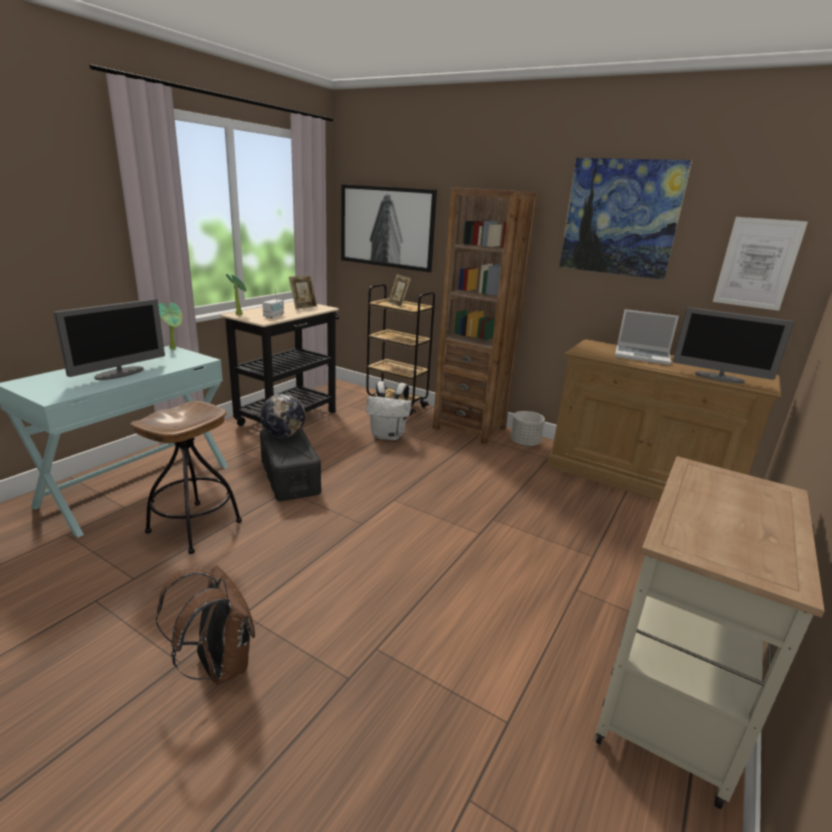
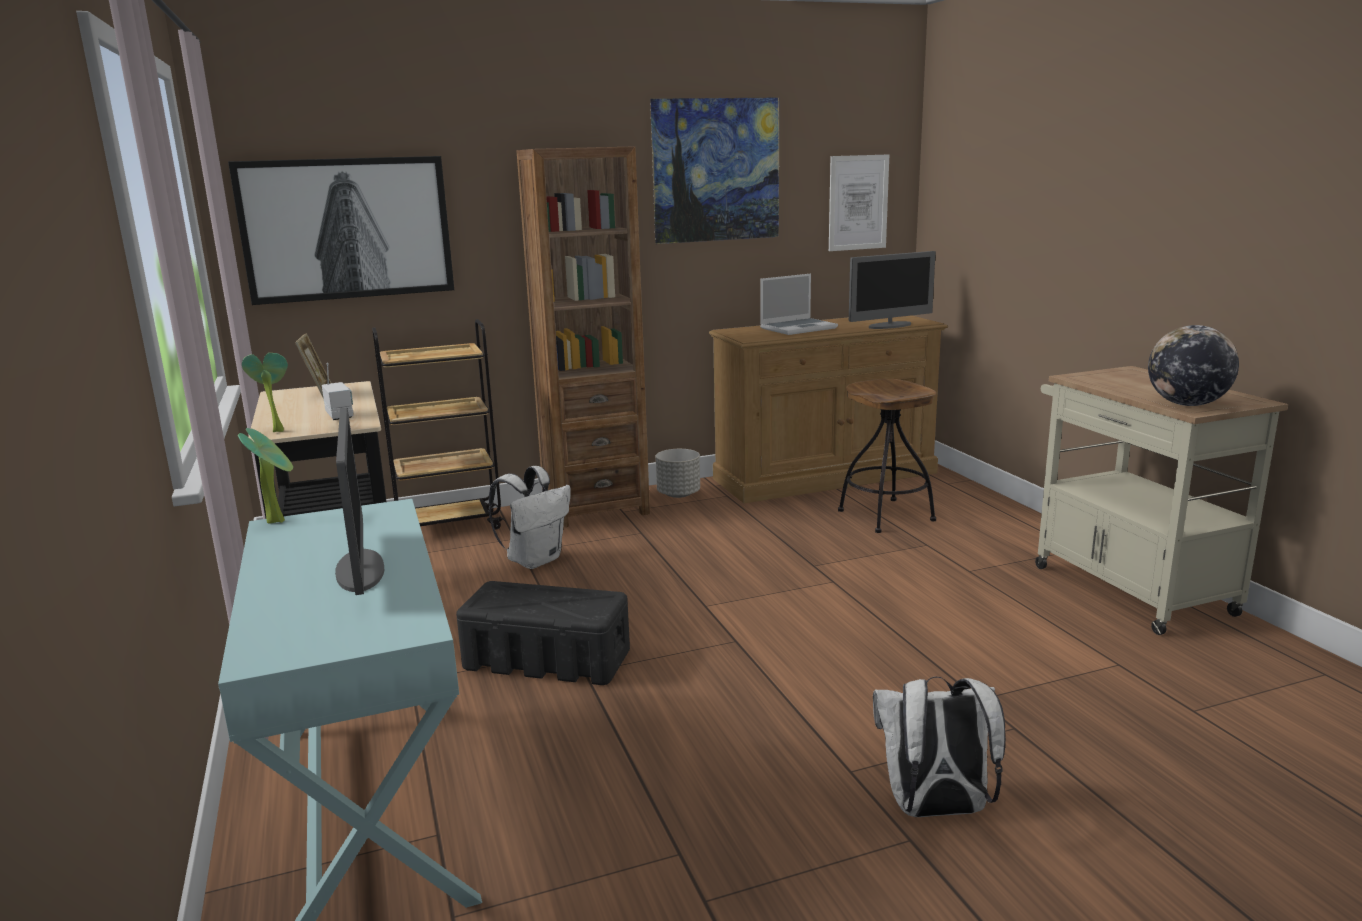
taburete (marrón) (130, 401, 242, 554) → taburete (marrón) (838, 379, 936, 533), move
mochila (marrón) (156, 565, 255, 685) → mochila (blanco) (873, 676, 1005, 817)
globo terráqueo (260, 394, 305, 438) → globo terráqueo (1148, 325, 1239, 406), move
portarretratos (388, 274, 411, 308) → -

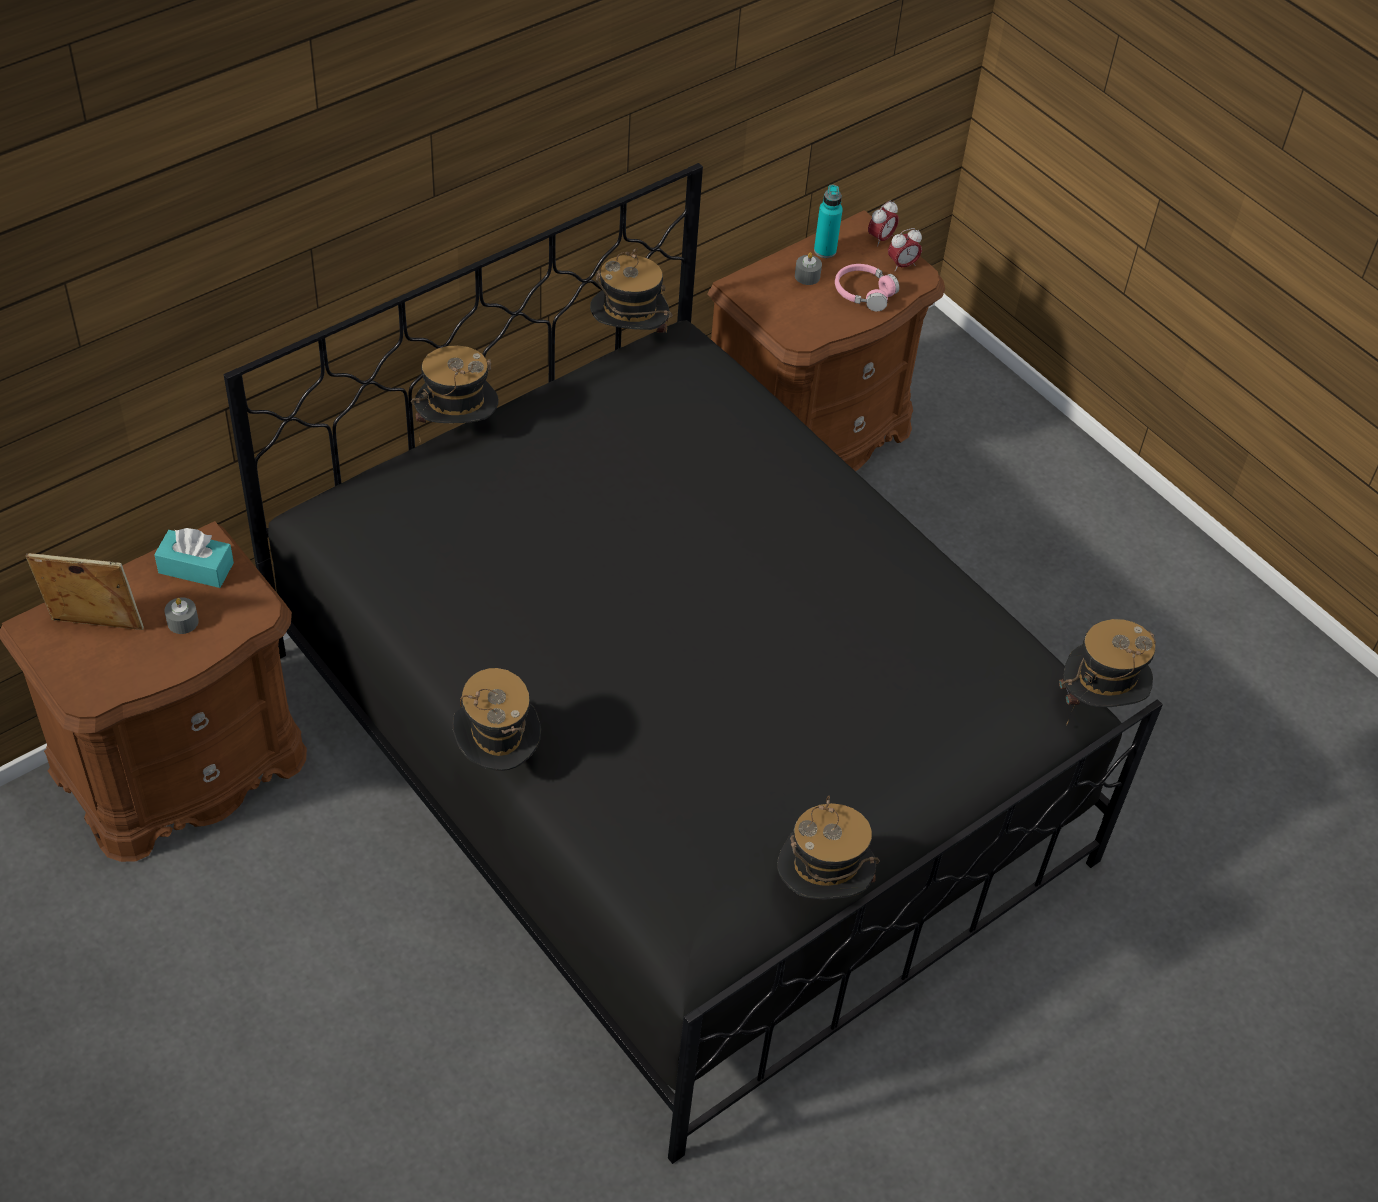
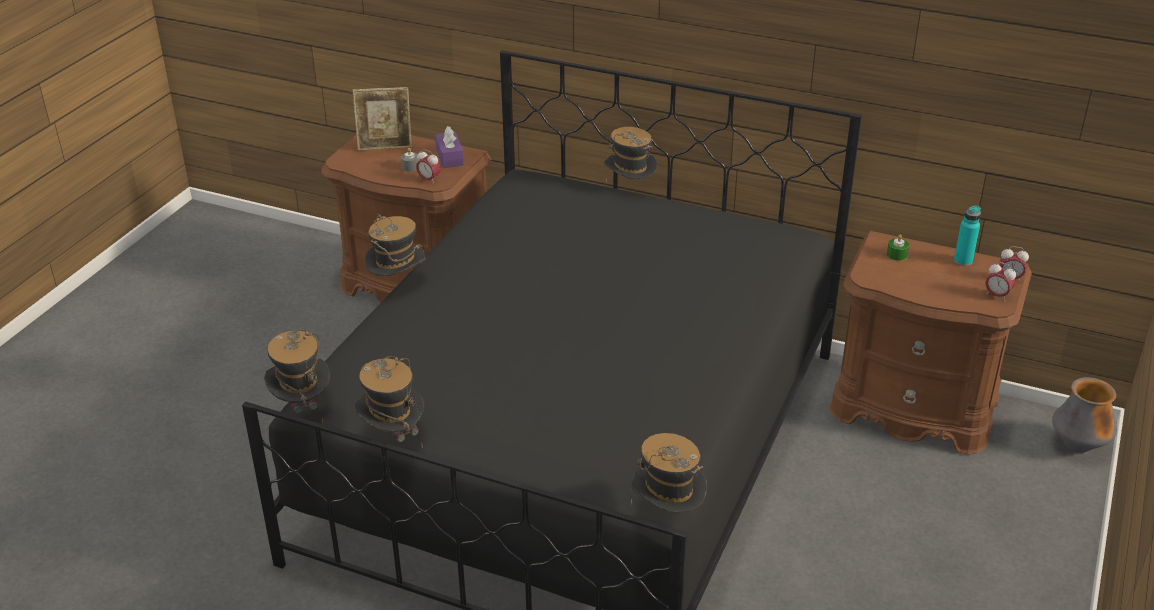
sombrero (590, 247, 672, 333) → sombrero (264, 330, 330, 423), move
portarretratos (26, 553, 144, 630) → portarretratos (353, 87, 412, 151), 105 degrees clockwise
- → despertador (416, 149, 441, 184)
caja de pañuelos (turquesa) (154, 528, 234, 588) → caja de pañuelos (morado) (435, 126, 464, 168)
- → vela (verde) (887, 234, 909, 261)
- → florero (1052, 377, 1117, 453)
vela (gris) (795, 252, 822, 285) → -
auriculares (rosa) (835, 264, 899, 311) → -

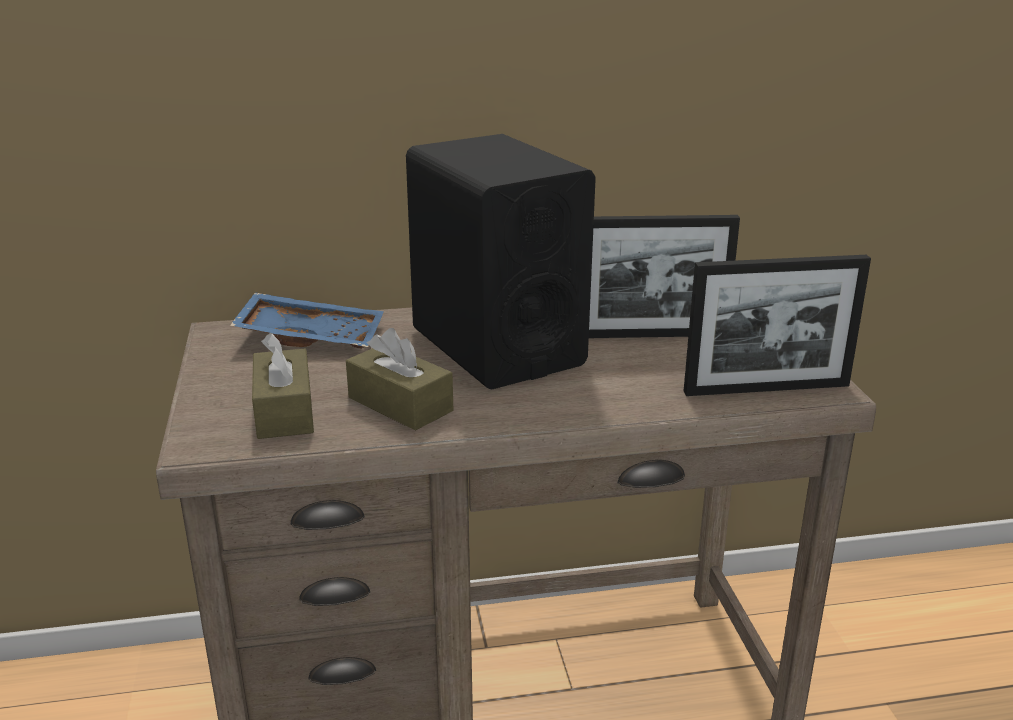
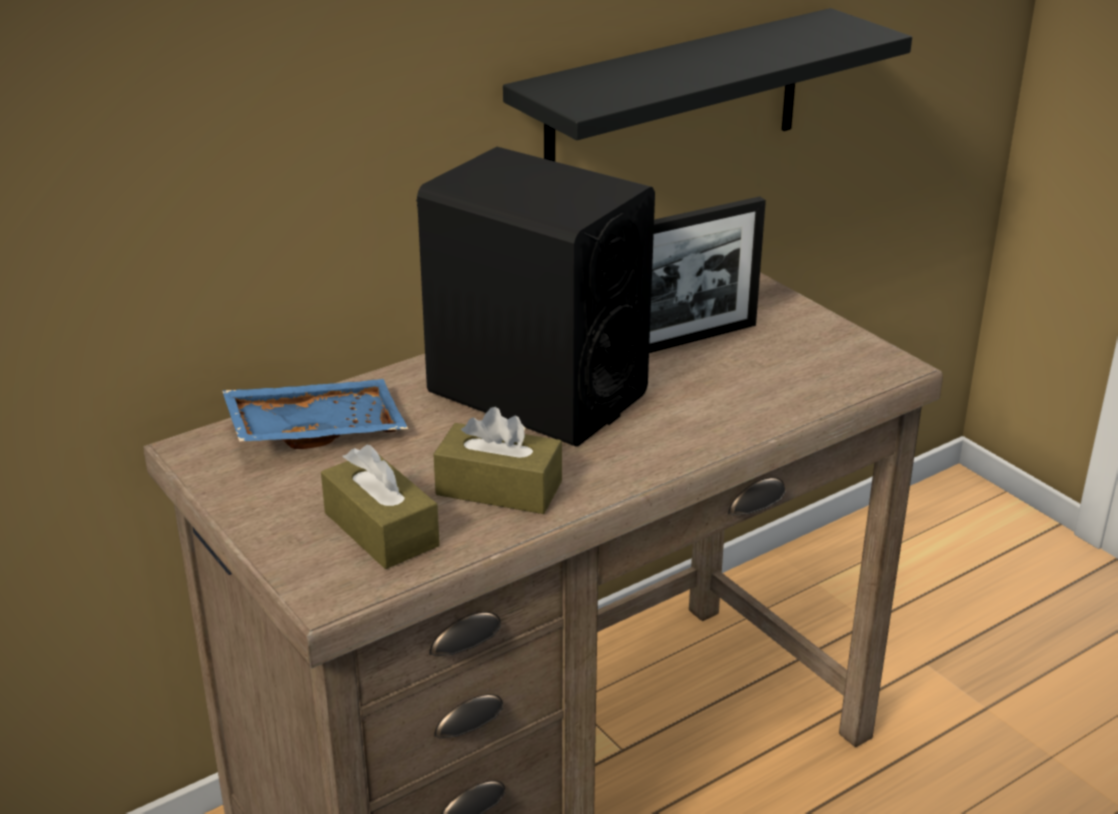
- → estante (negro) (503, 8, 912, 161)
portarretratos (684, 255, 871, 396) → -

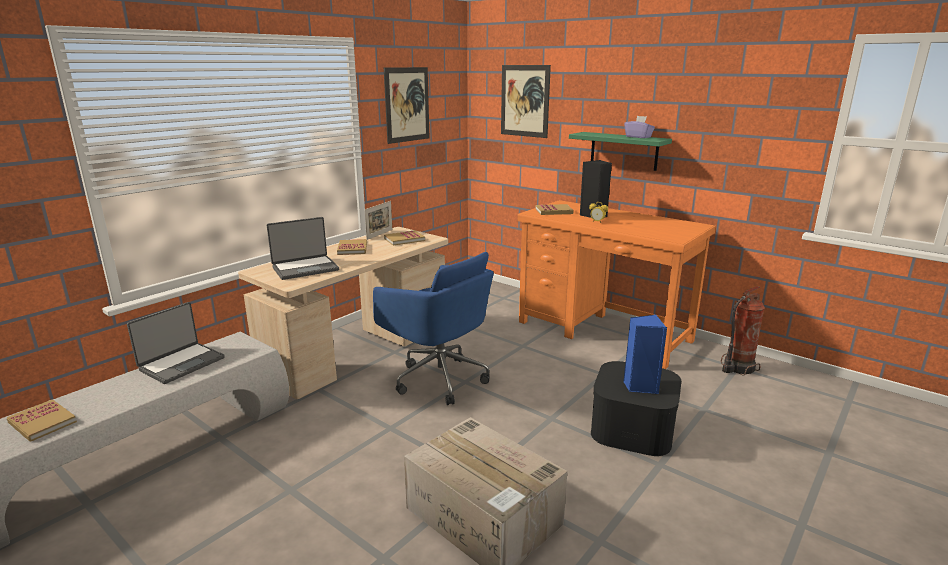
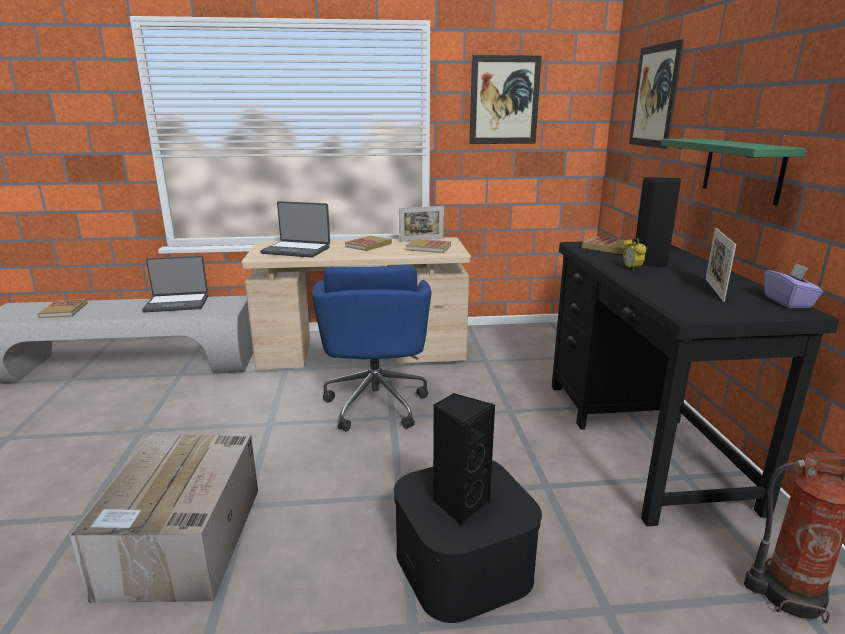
altavoz (azul) (623, 315, 667, 394) → altavoz (negro) (433, 393, 495, 527)
escritorio (naranja) (517, 200, 716, 369) → escritorio (negro) (552, 241, 839, 526)
- → portarretratos (705, 228, 736, 302)
caja de pañuelos (morado) (624, 116, 655, 138) → caja de pañuelos (morado) (764, 263, 823, 308), move

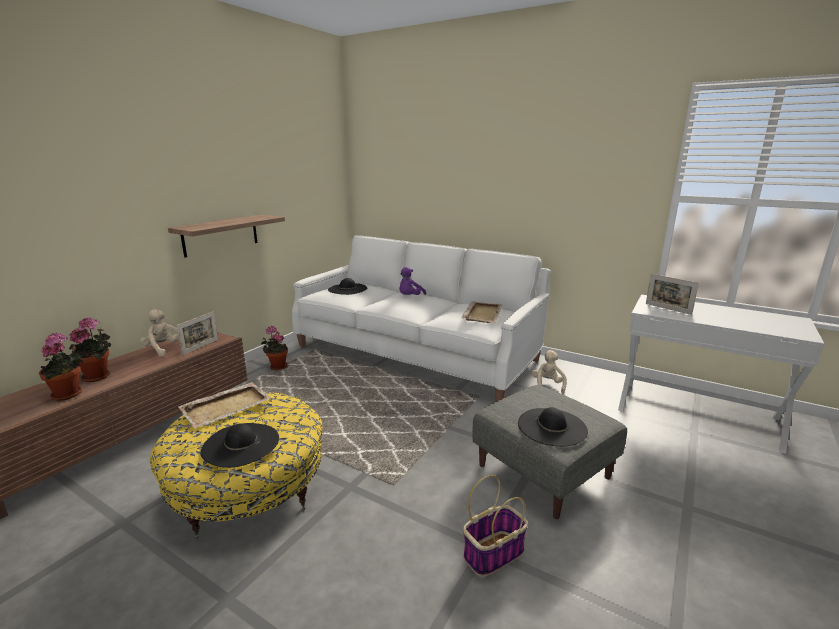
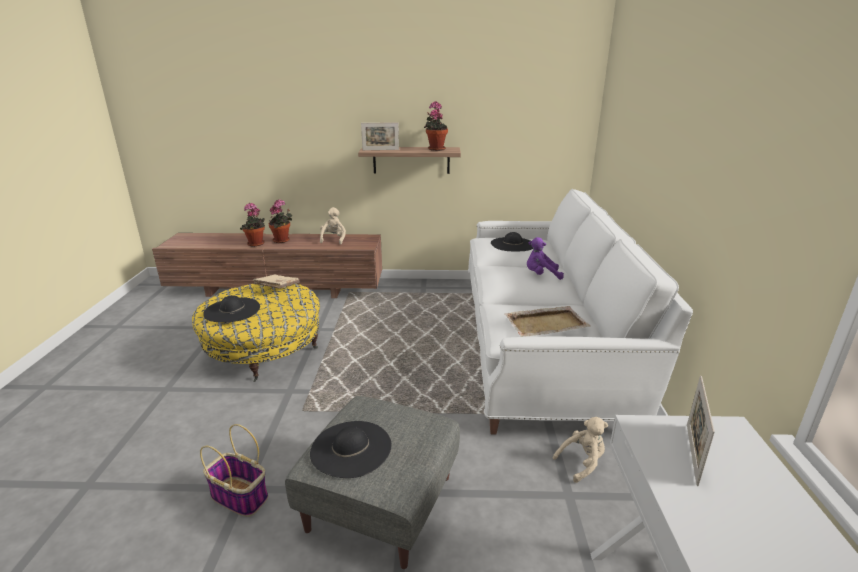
bandeja (beis) (178, 382, 271, 428) → libro (beis) (253, 275, 300, 289)
portarretratos (177, 311, 218, 355) → portarretratos (361, 122, 399, 150), move
planta en maceta (261, 326, 288, 370) → planta en maceta (424, 101, 448, 151), move

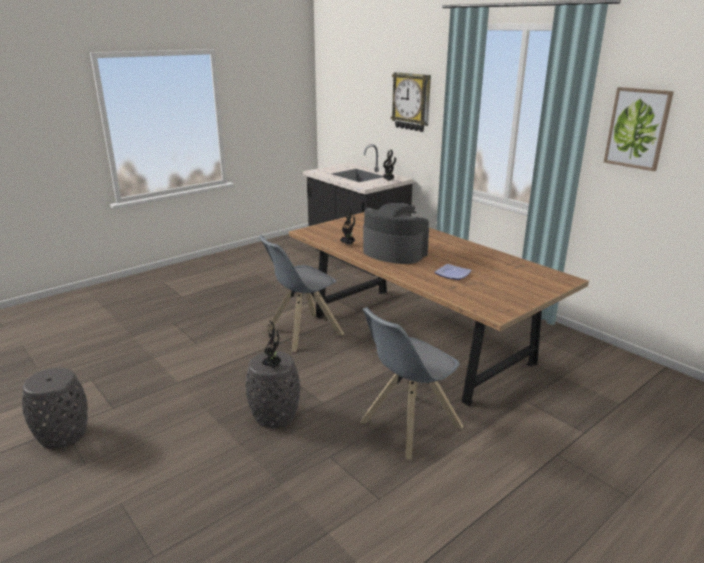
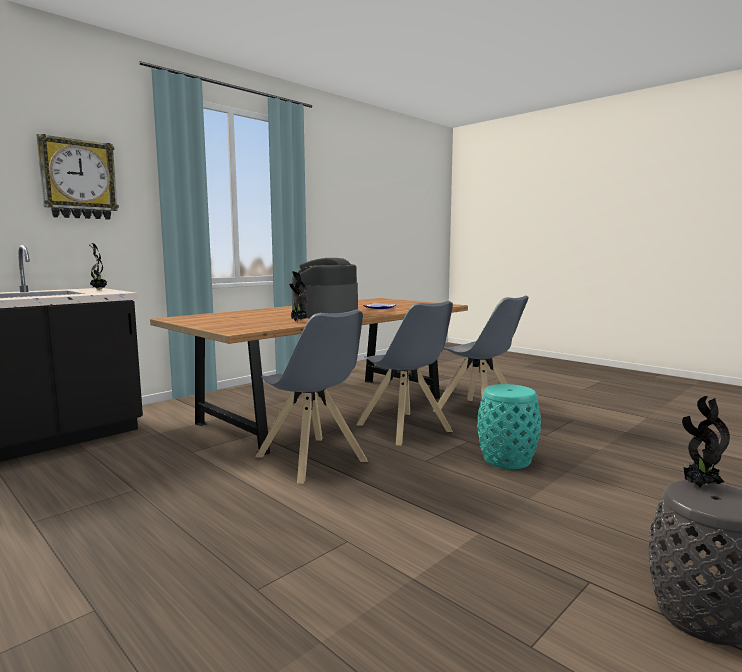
- → silla (gris) (357, 301, 453, 446)
taburete (gris) (246, 351, 300, 428) → taburete (turquesa) (477, 384, 541, 469)
planta en maceta (262, 321, 282, 368) → planta en maceta (682, 396, 730, 487), move
cuadro (604, 87, 674, 171) → -

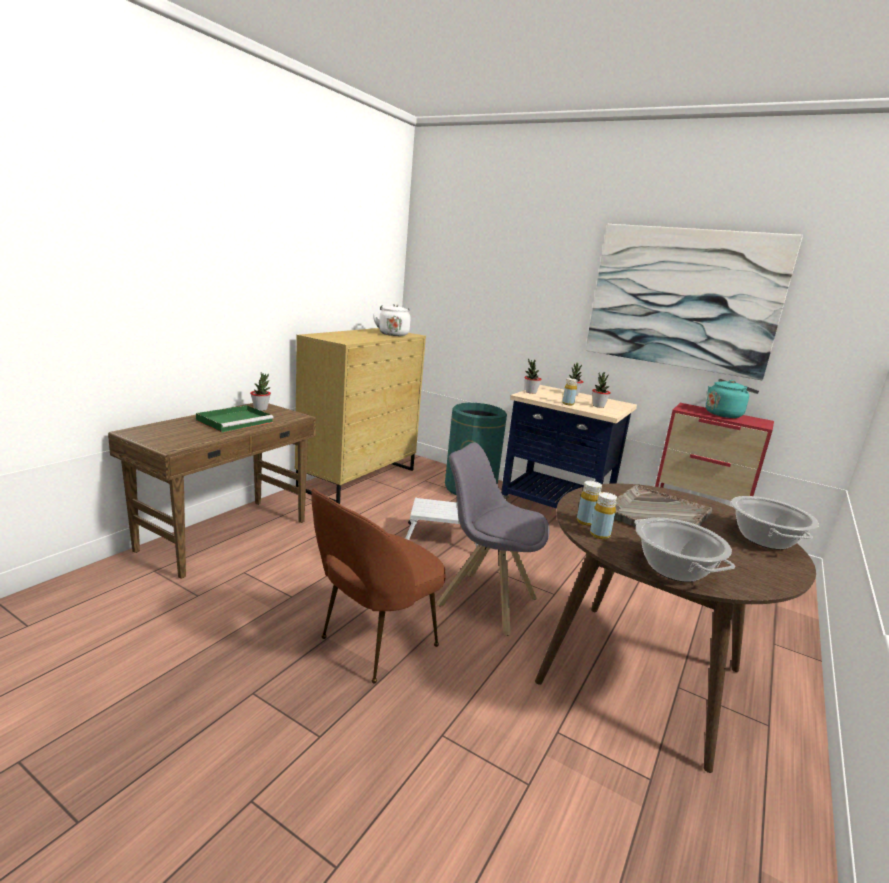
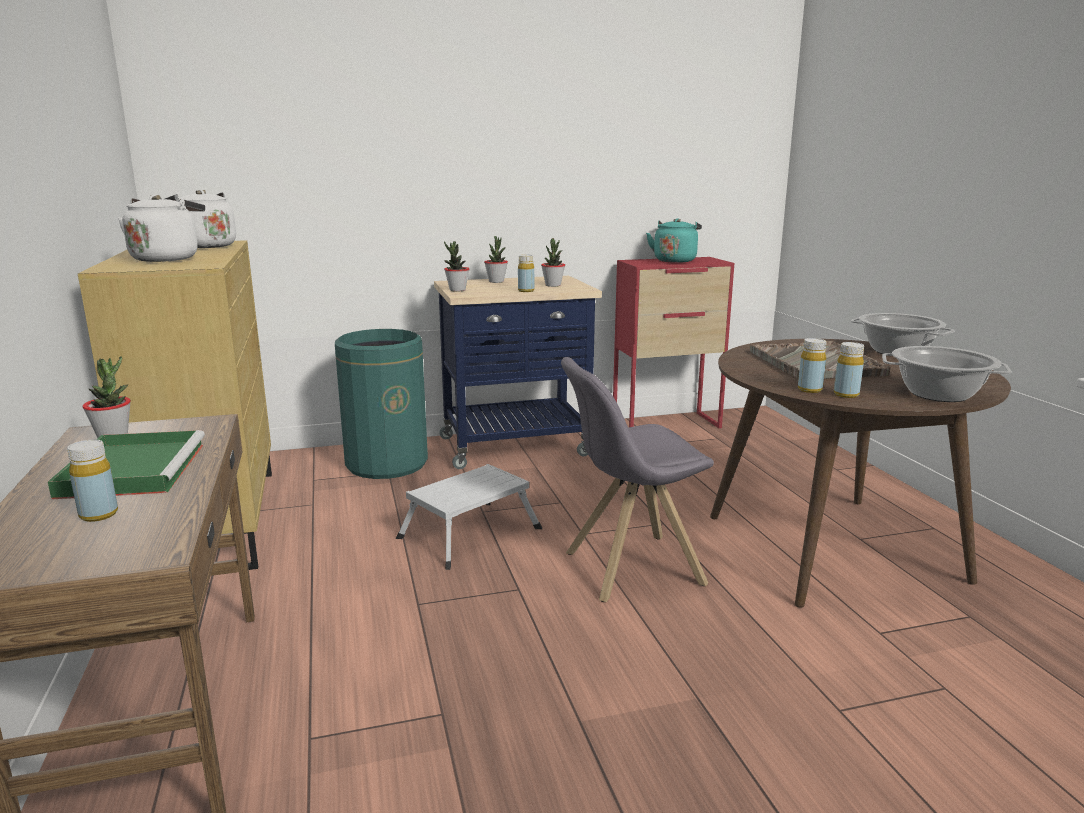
- → botella (amarillo) (67, 440, 118, 522)
- → hervidor (blanco) (118, 194, 205, 262)
silla (marrón) (311, 488, 446, 684) → -
cuadro (585, 224, 803, 381) → -

